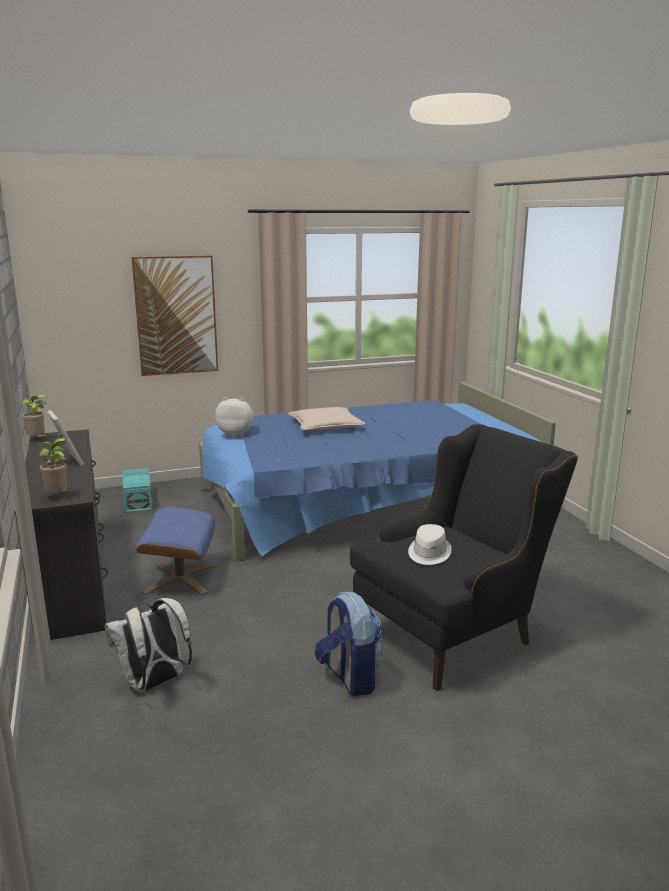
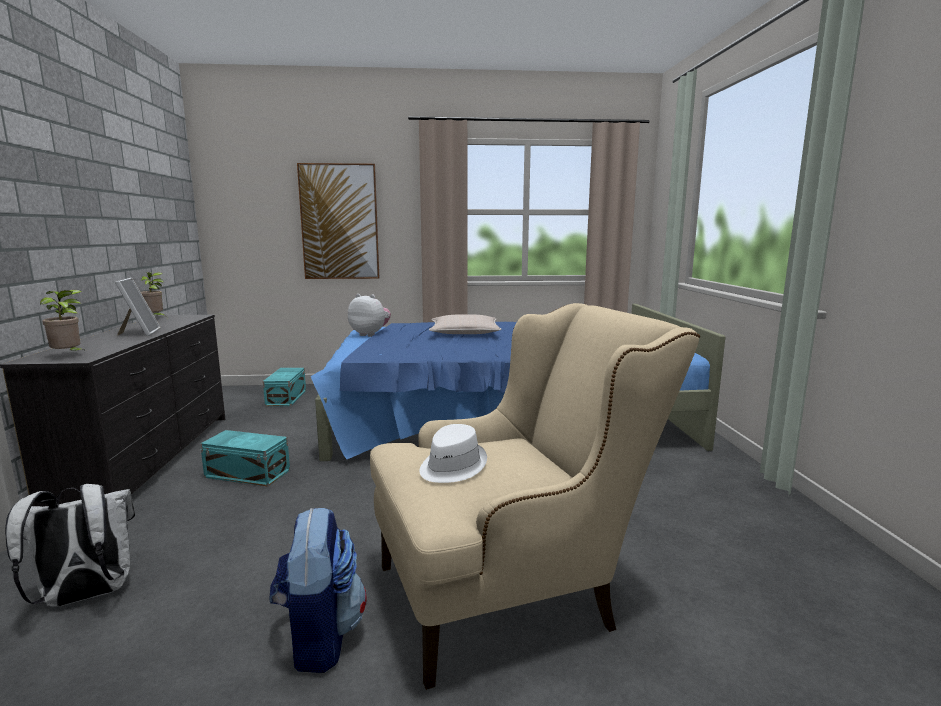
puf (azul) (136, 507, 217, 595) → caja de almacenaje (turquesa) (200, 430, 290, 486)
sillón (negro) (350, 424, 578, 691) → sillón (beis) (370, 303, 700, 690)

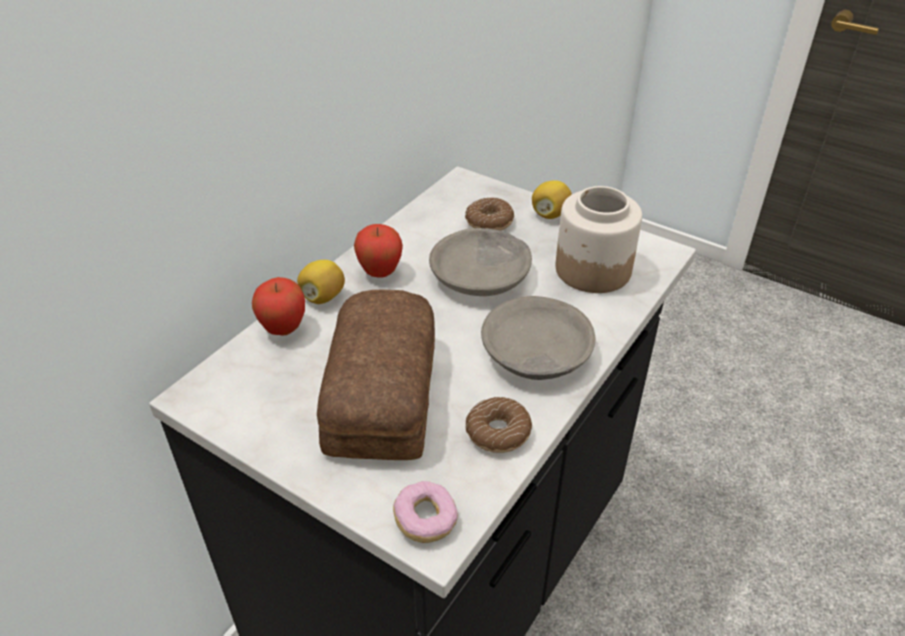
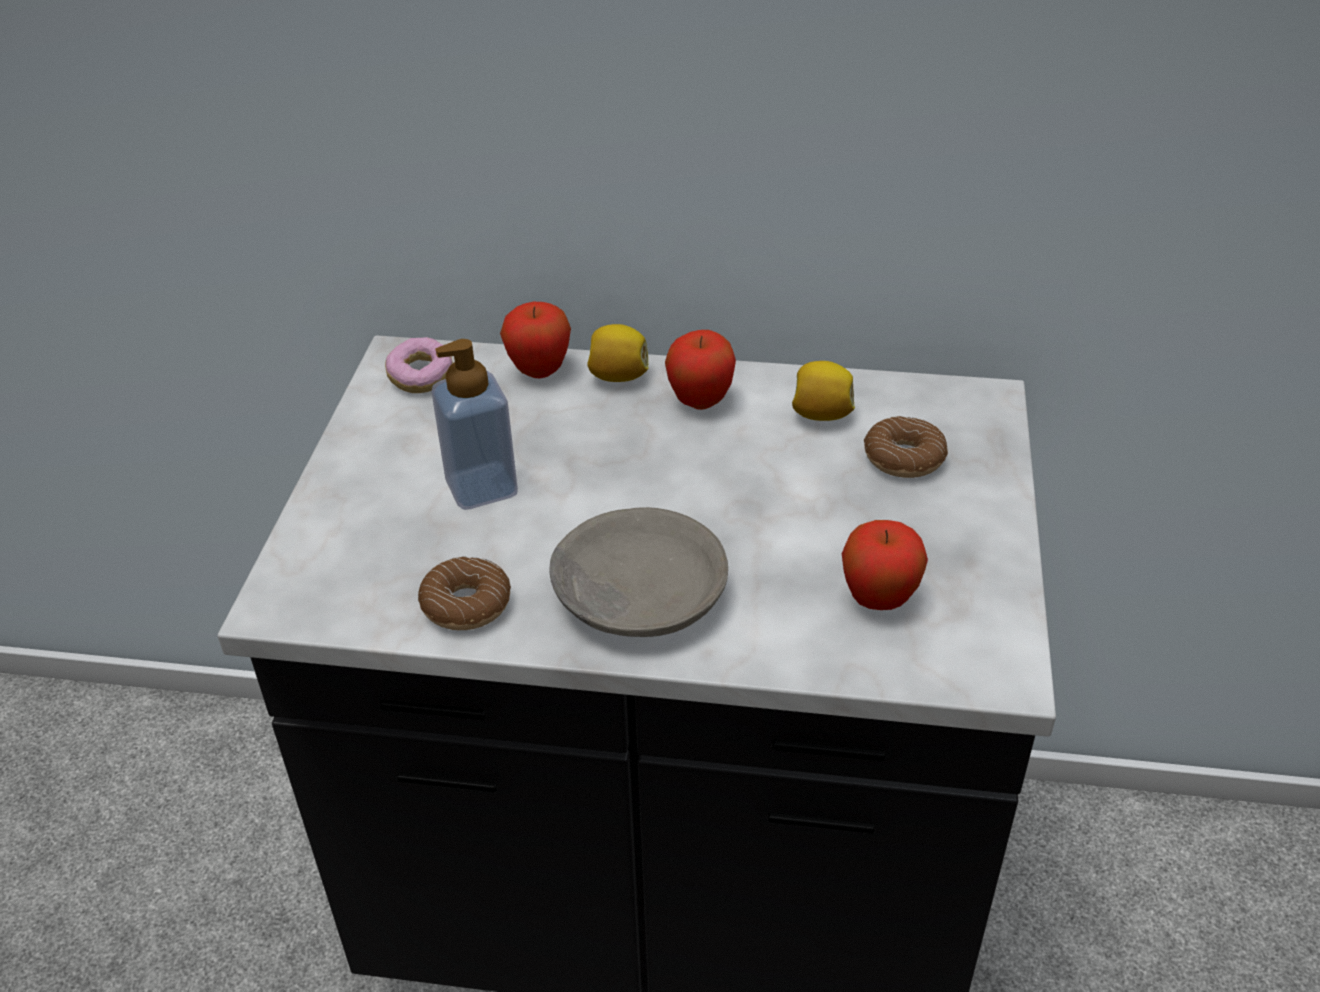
rosquilla (393, 481, 458, 543) → rosquilla (385, 337, 453, 393), move
pan (317, 289, 435, 460) → dispensador de jabón (432, 339, 518, 510)
limón (532, 180, 572, 219) → limón (792, 361, 855, 421), move
tarro (555, 186, 642, 293) → manzana (842, 520, 928, 610)
cuenco (gris) (429, 228, 532, 296) → -

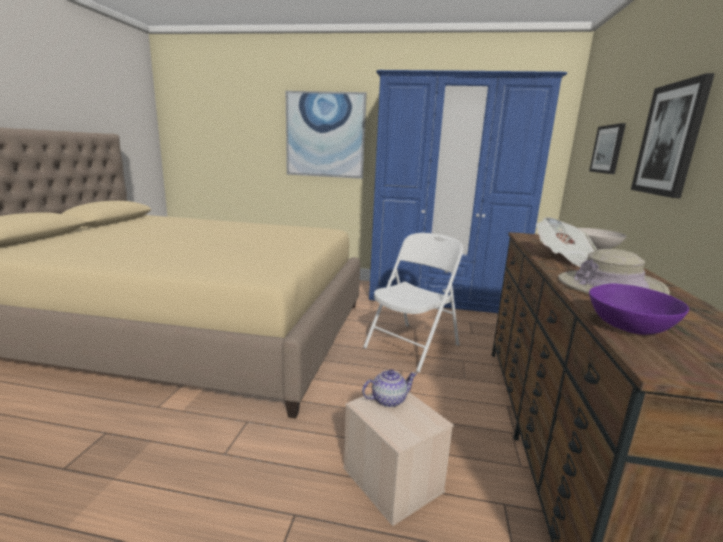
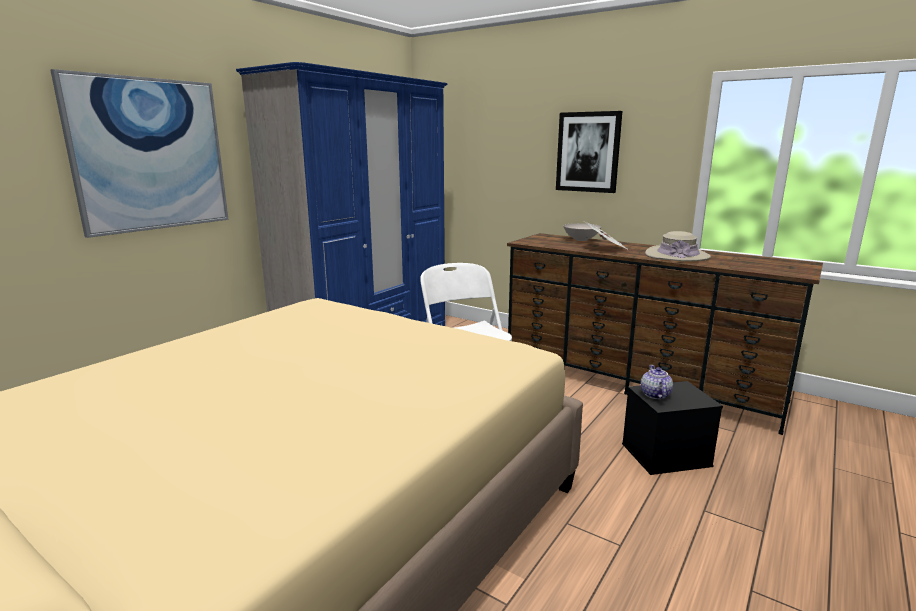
caja de almacenaje (beis) (343, 392, 453, 526) → caja de almacenaje (negro) (622, 381, 723, 475)
cuadro (589, 123, 626, 174) → -
cuenco (morado) (589, 283, 689, 335) → -

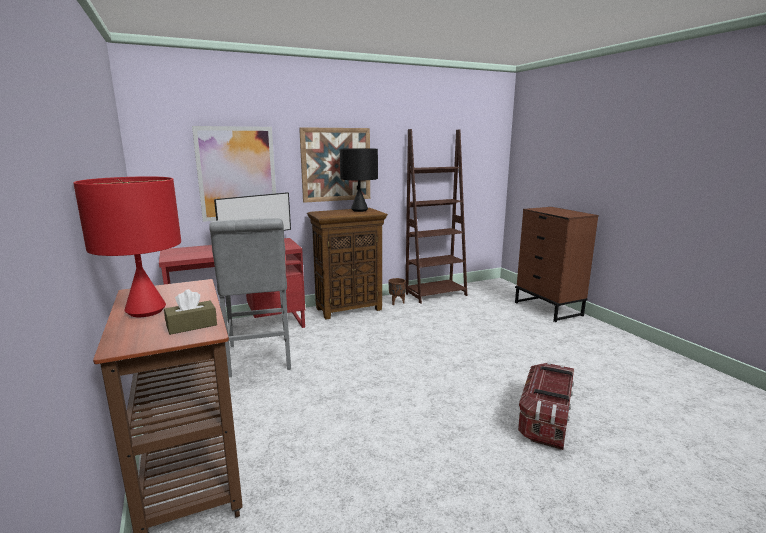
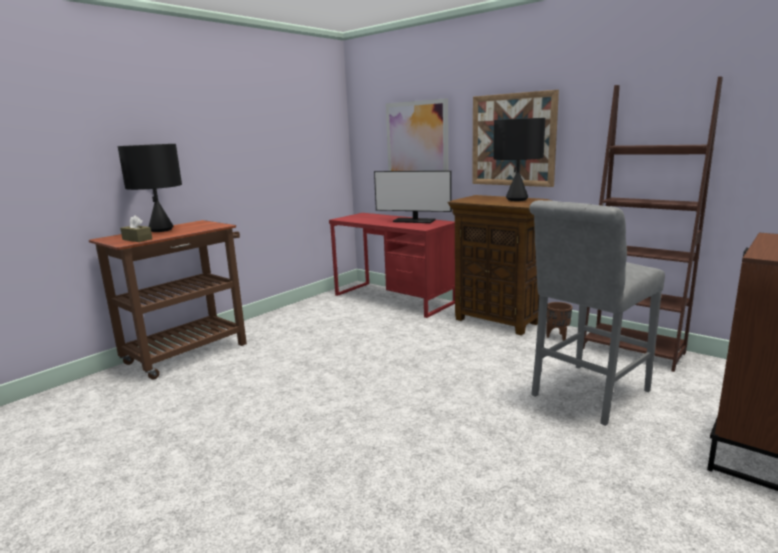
lámpara de mesa (rojo) (73, 176, 181, 317) → lámpara de mesa (negro) (118, 144, 182, 232)
taburete (gris) (209, 218, 291, 377) → taburete (gris) (529, 200, 665, 426), move
caja de almacenaje (518, 362, 574, 450) → -

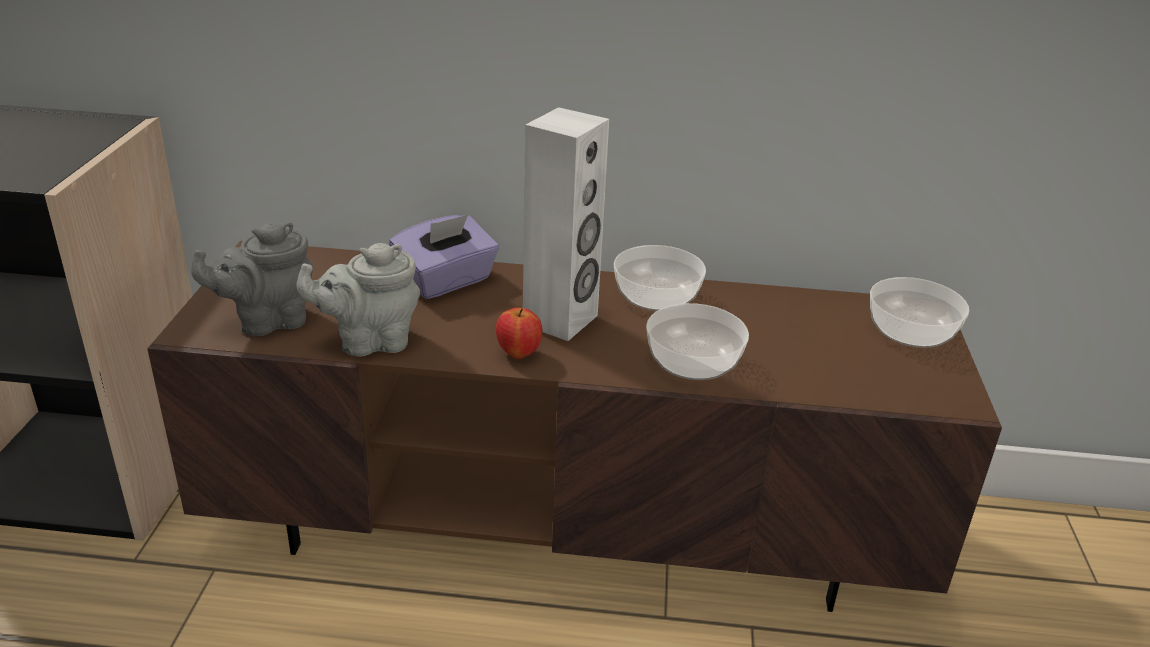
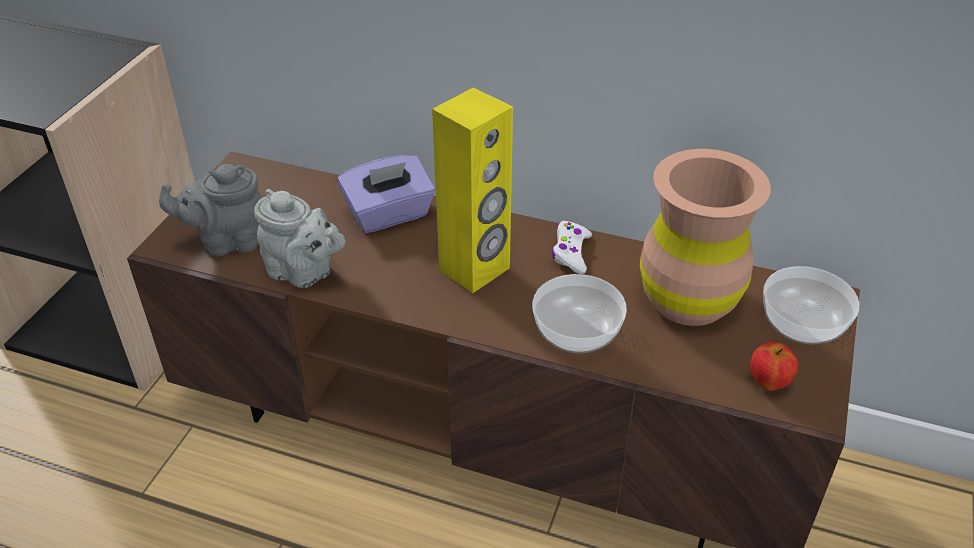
tetera (gris) (296, 243, 420, 357) → tetera (gris) (254, 189, 346, 288), 150 degrees counterclockwise
altavoz (blanco) (523, 107, 609, 341) → altavoz (amarillo) (432, 88, 513, 293)
cuenco (614, 245, 706, 311) → mando de consola (blanco) (551, 221, 592, 274)
- → florero (marrón) (640, 149, 771, 326)
manzana (496, 308, 542, 359) → manzana (750, 342, 798, 391), move

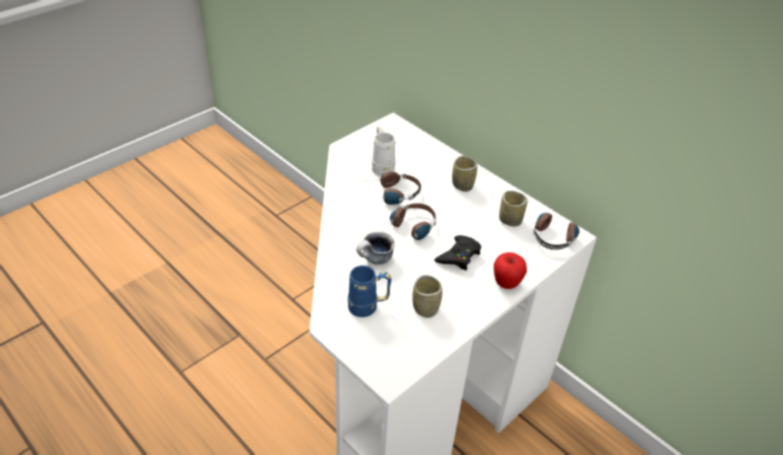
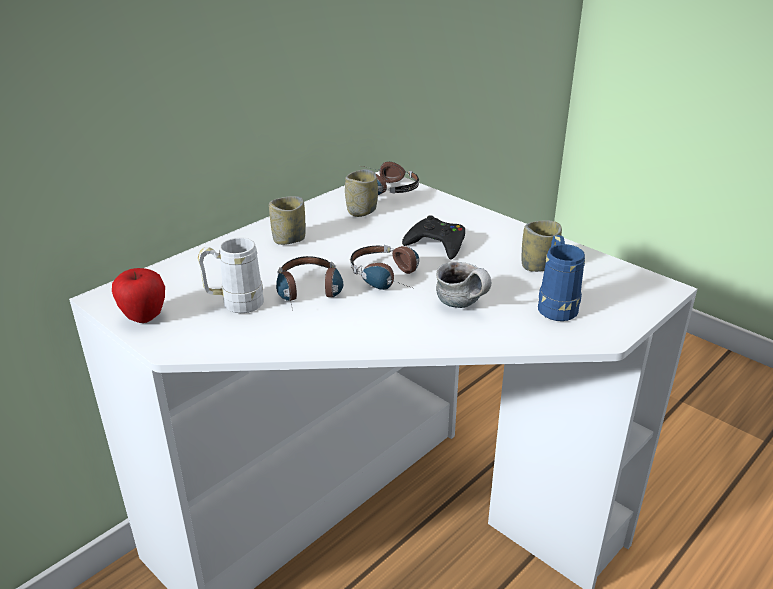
manzana (494, 252, 527, 289) → manzana (112, 268, 165, 323), move

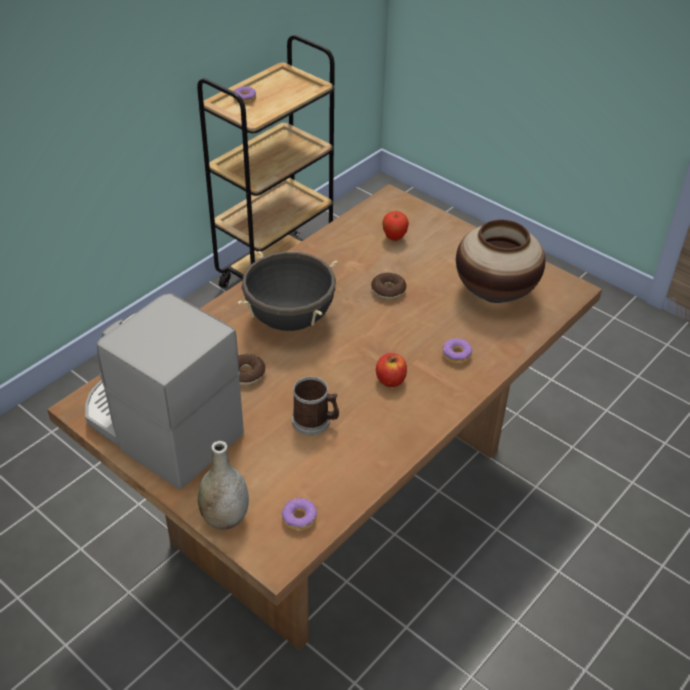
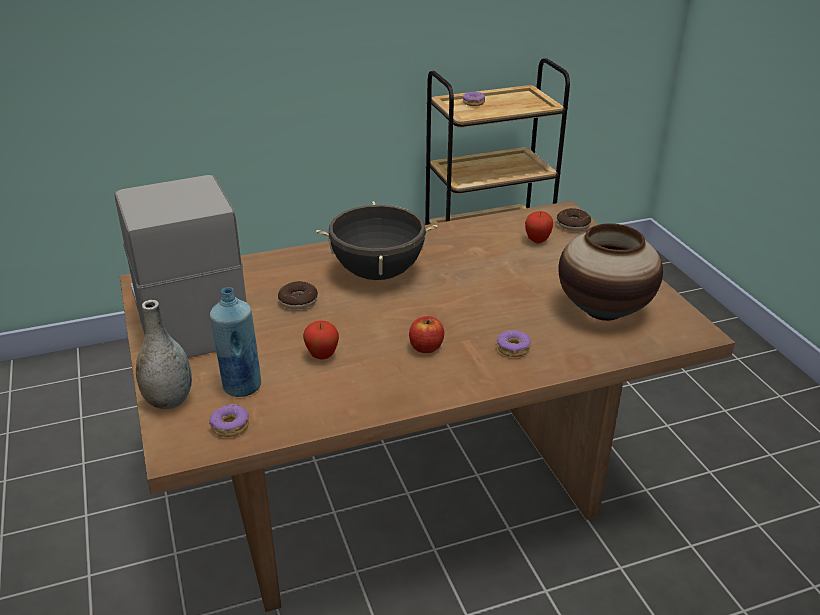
- → botella (azul) (210, 287, 261, 397)
taza grande (292, 377, 339, 435) → manzana (303, 321, 339, 360)
rosquilla (371, 273, 406, 299) → rosquilla (557, 208, 591, 231), move

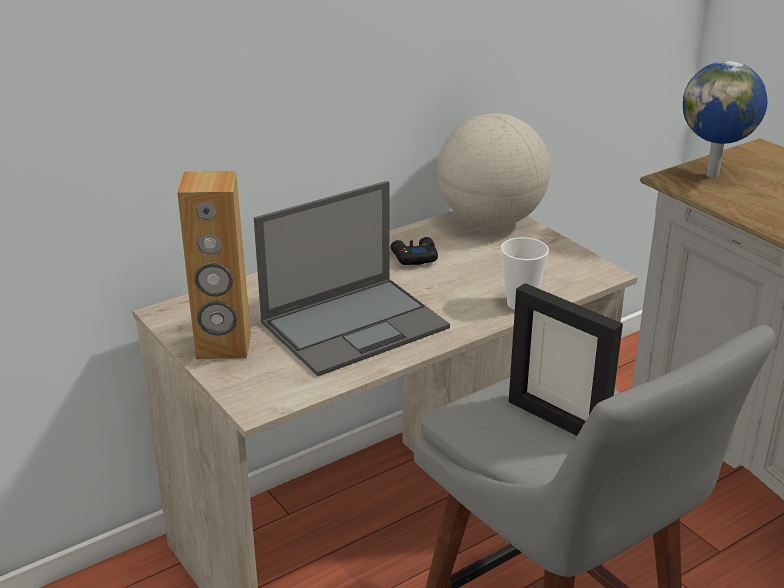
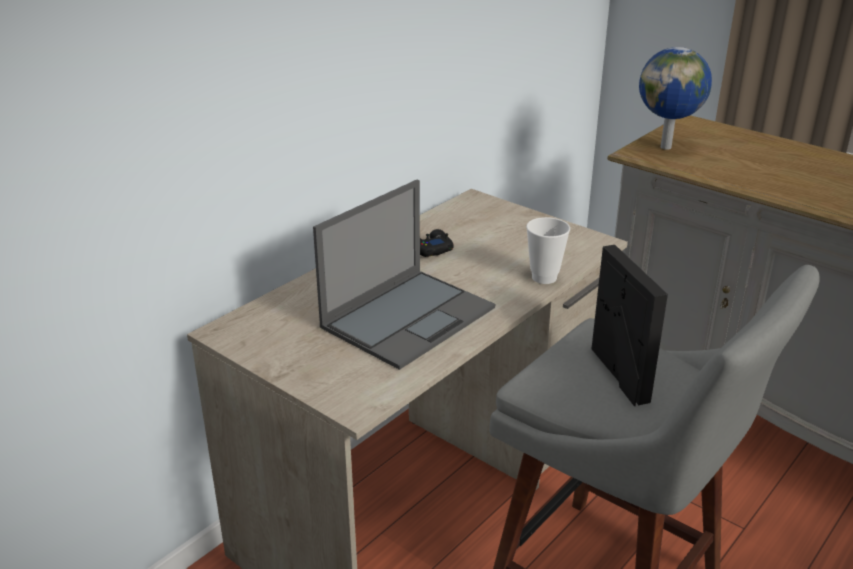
portarretratos (509, 283, 623, 436) → portarretratos (591, 245, 668, 406), 135 degrees counterclockwise
altavoz (marrón) (177, 171, 251, 359) → -
globo terráqueo (437, 113, 550, 227) → -

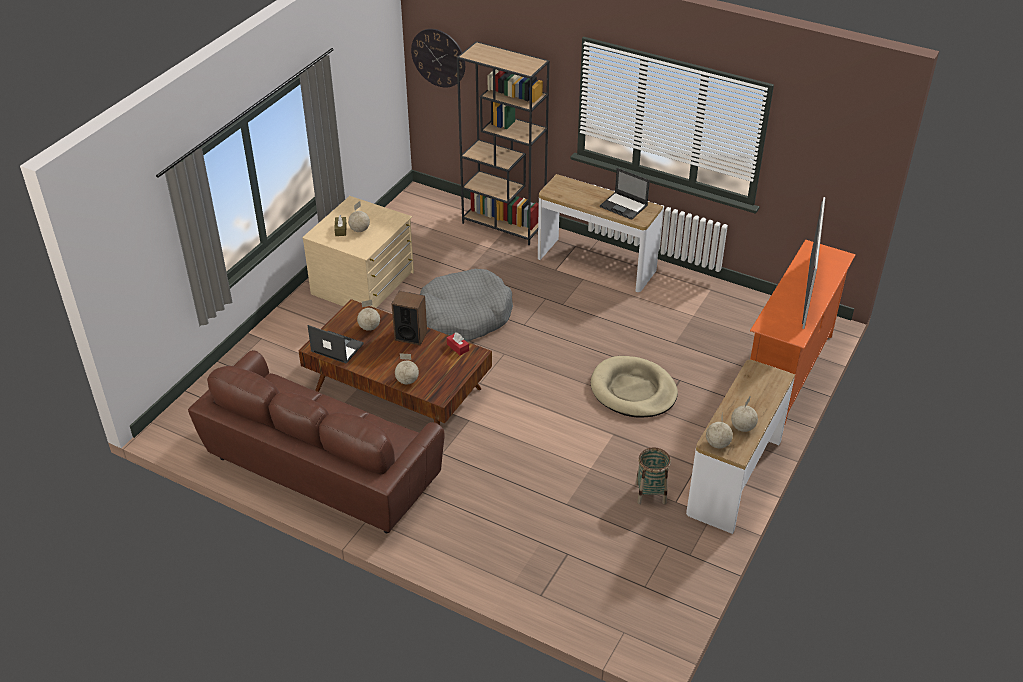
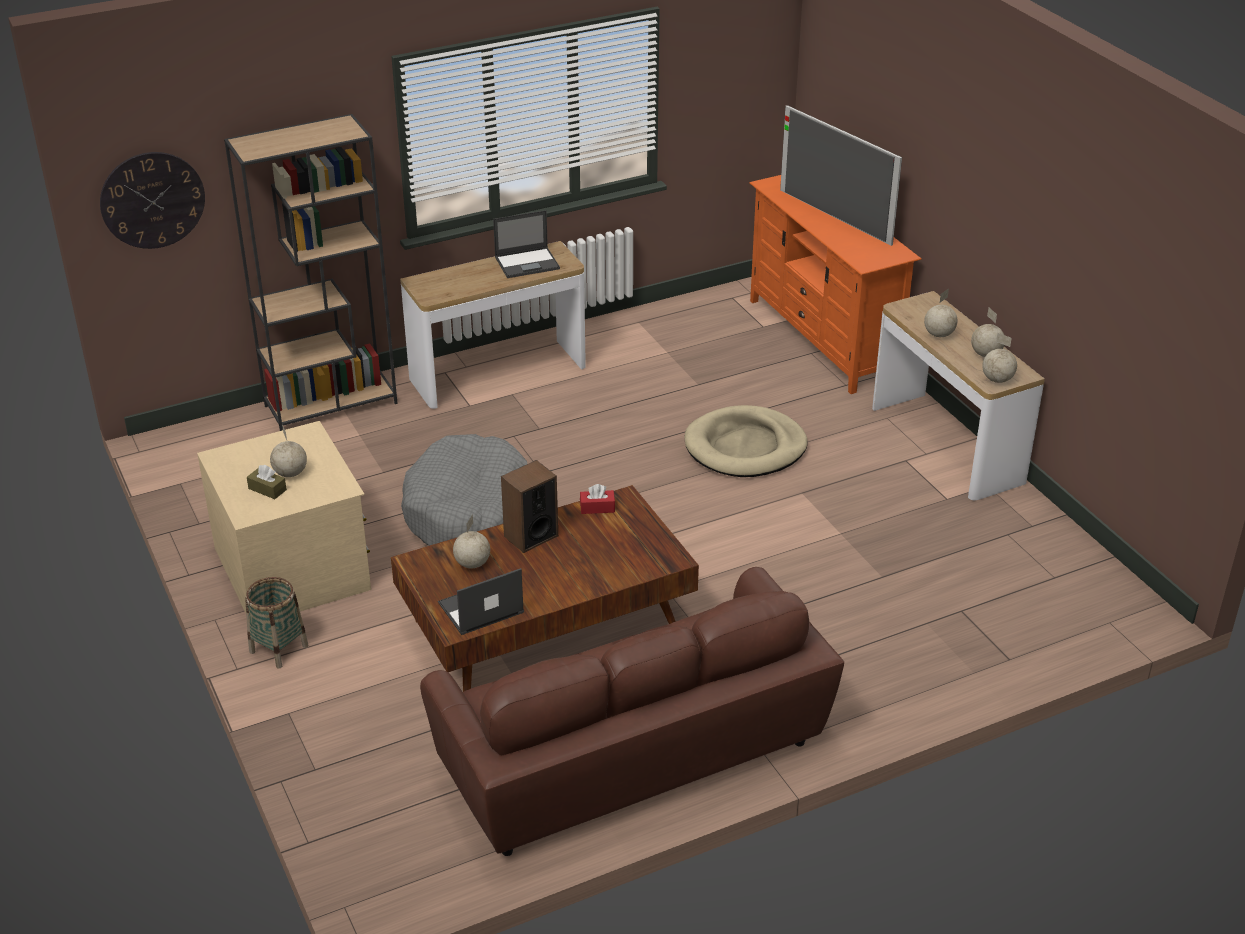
cesta (635, 447, 671, 504) → cesta (245, 577, 308, 669), move
globo terráqueo (395, 353, 419, 385) → globo terráqueo (924, 288, 958, 337), move

